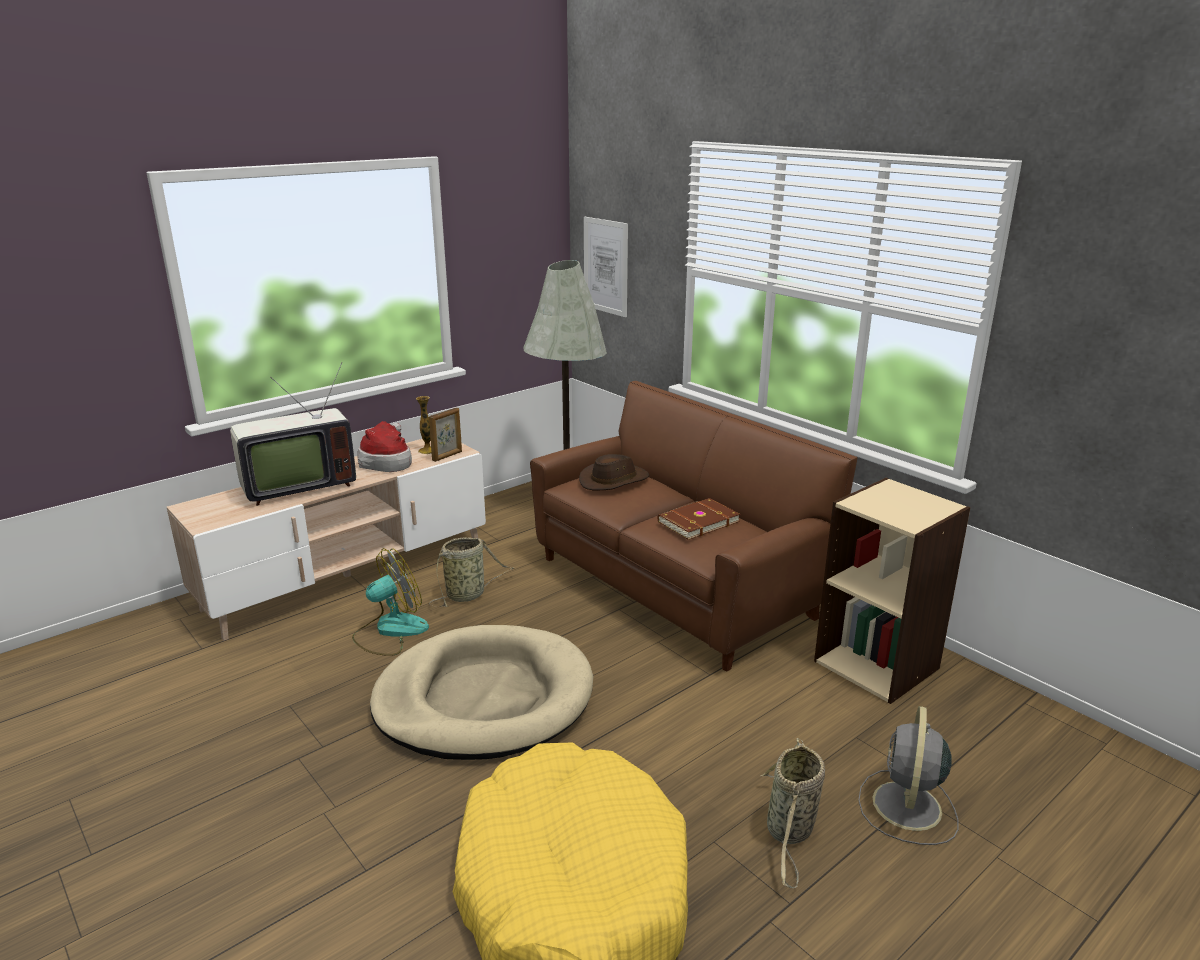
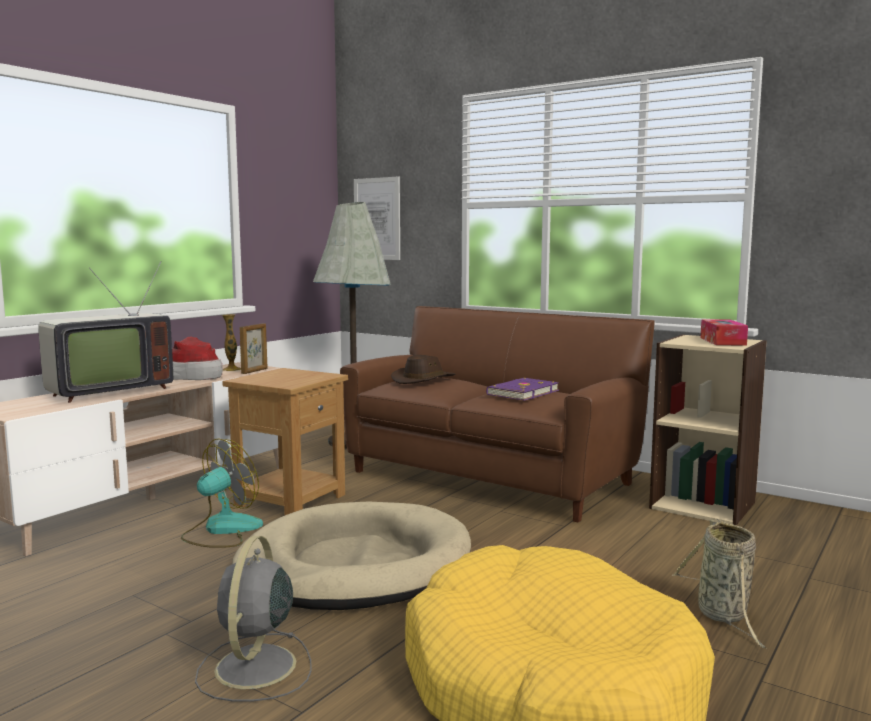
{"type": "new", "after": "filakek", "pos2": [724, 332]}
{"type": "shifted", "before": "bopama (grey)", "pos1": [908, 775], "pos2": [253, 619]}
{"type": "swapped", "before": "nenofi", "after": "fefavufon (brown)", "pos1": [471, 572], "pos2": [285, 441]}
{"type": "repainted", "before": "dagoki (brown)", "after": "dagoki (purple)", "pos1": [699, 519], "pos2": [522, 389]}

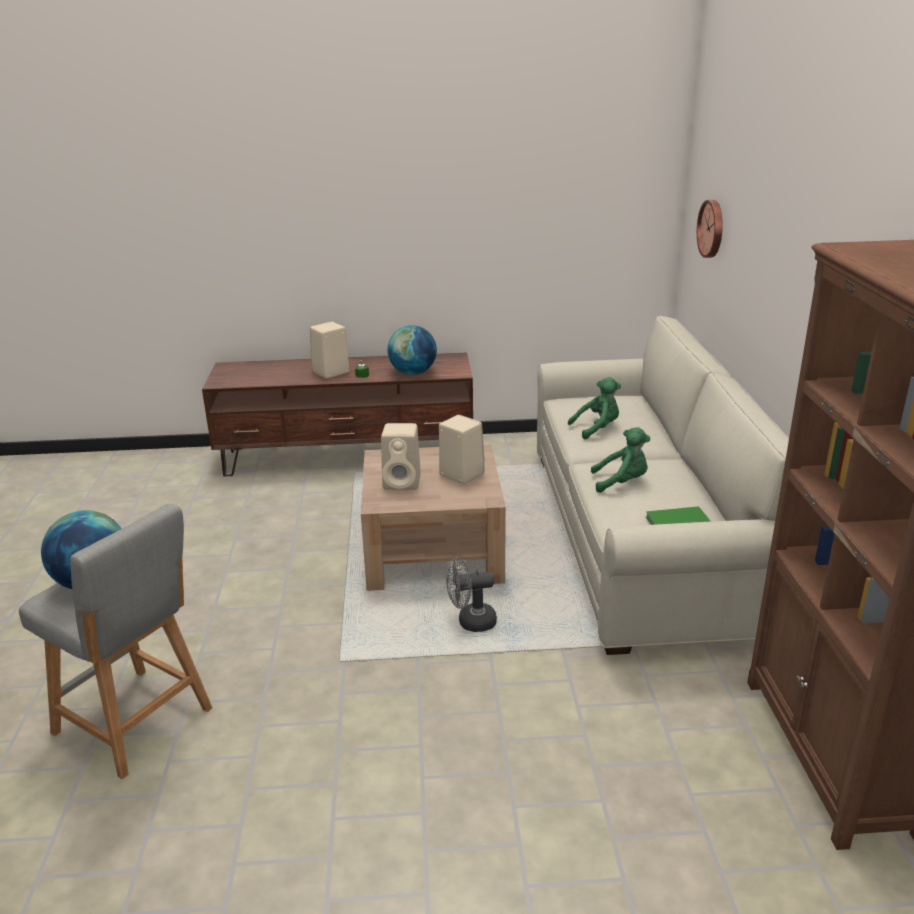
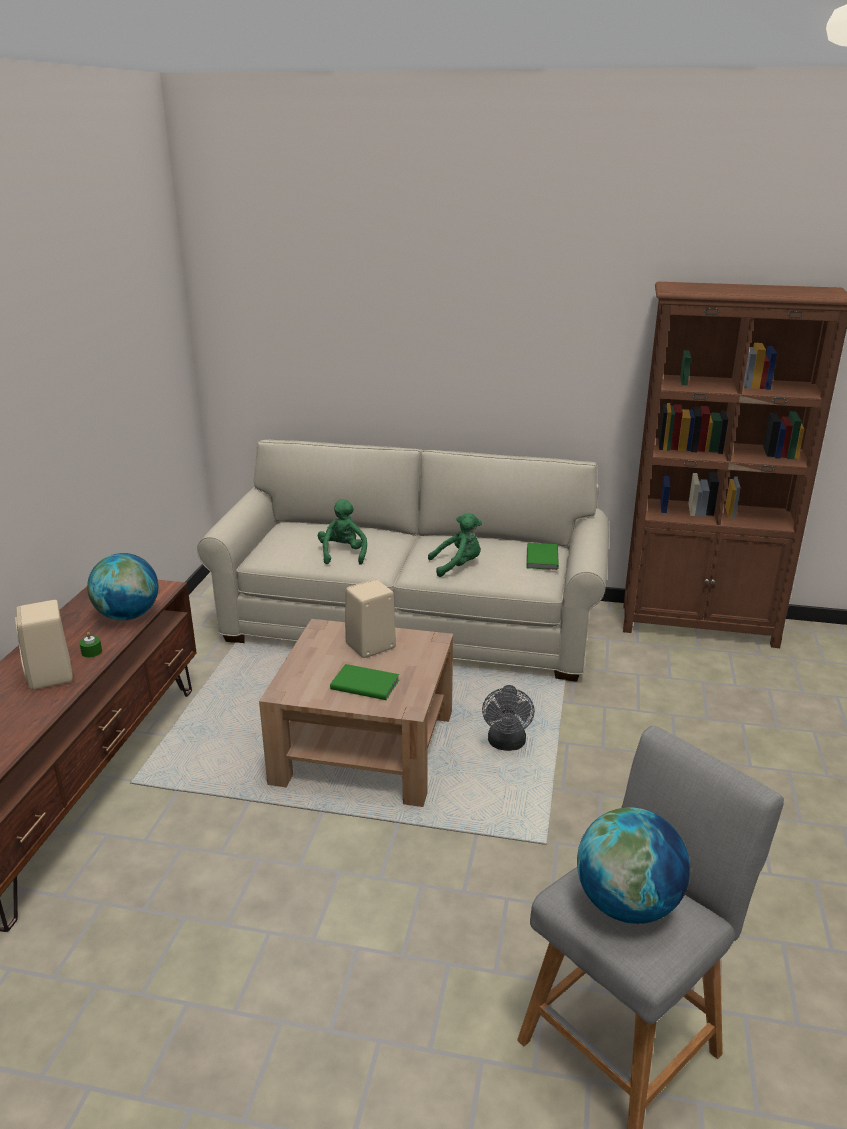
{"type": "gone", "before": "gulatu", "pos1": [710, 229]}
{"type": "swapped", "before": "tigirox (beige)", "after": "dagoki (green)", "pos1": [401, 456], "pos2": [364, 682]}
{"type": "rotated", "before": "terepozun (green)", "pos1": [620, 460], "pos2": [455, 545], "turn": 60}

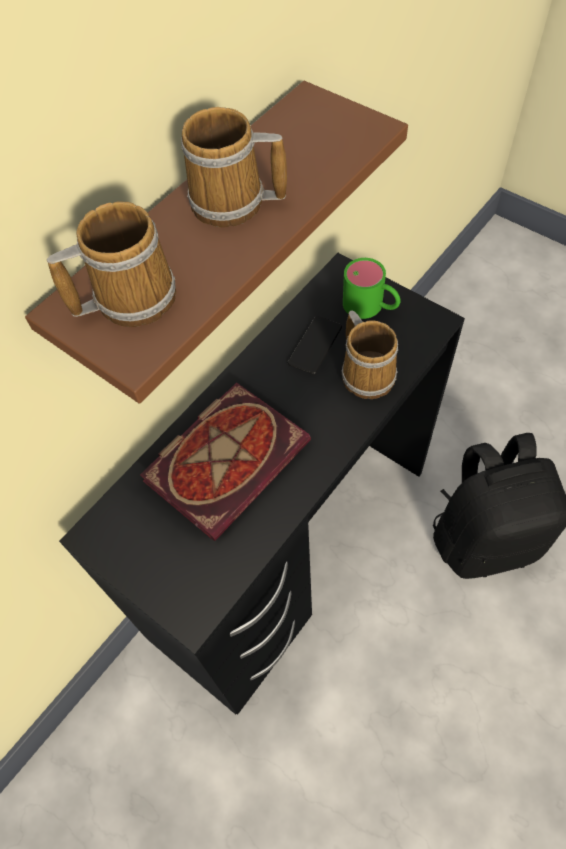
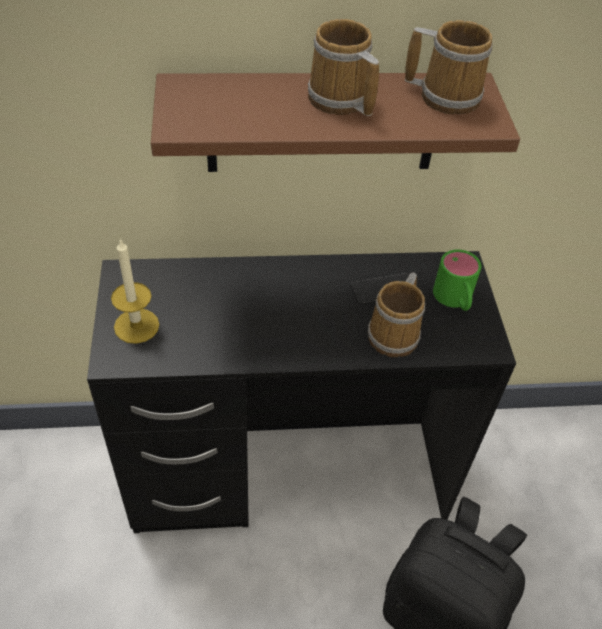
{"type": "gone", "before": "dagoki", "pos1": [225, 461]}
{"type": "new", "after": "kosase", "pos2": [135, 291]}
{"type": "shifted", "before": "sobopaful", "pos1": [111, 264], "pos2": [448, 67]}

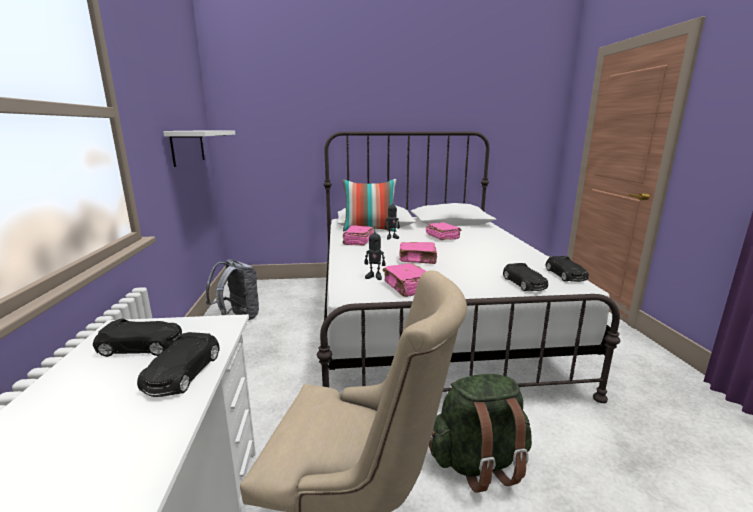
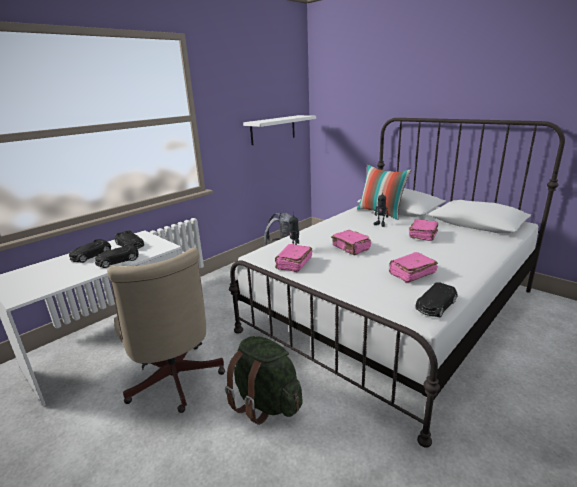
{"type": "shifted", "before": "dagoki (pink)", "pos1": [358, 235], "pos2": [413, 267]}
{"type": "shifted", "before": "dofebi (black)", "pos1": [525, 277], "pos2": [90, 251]}

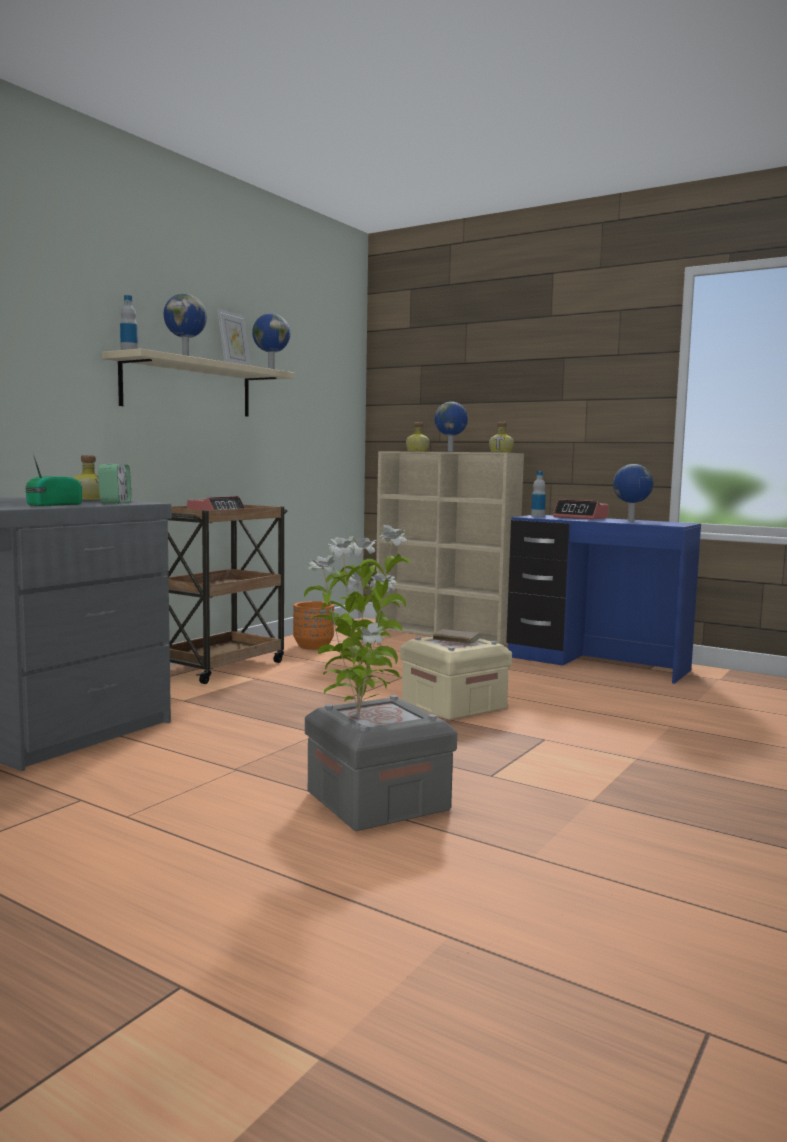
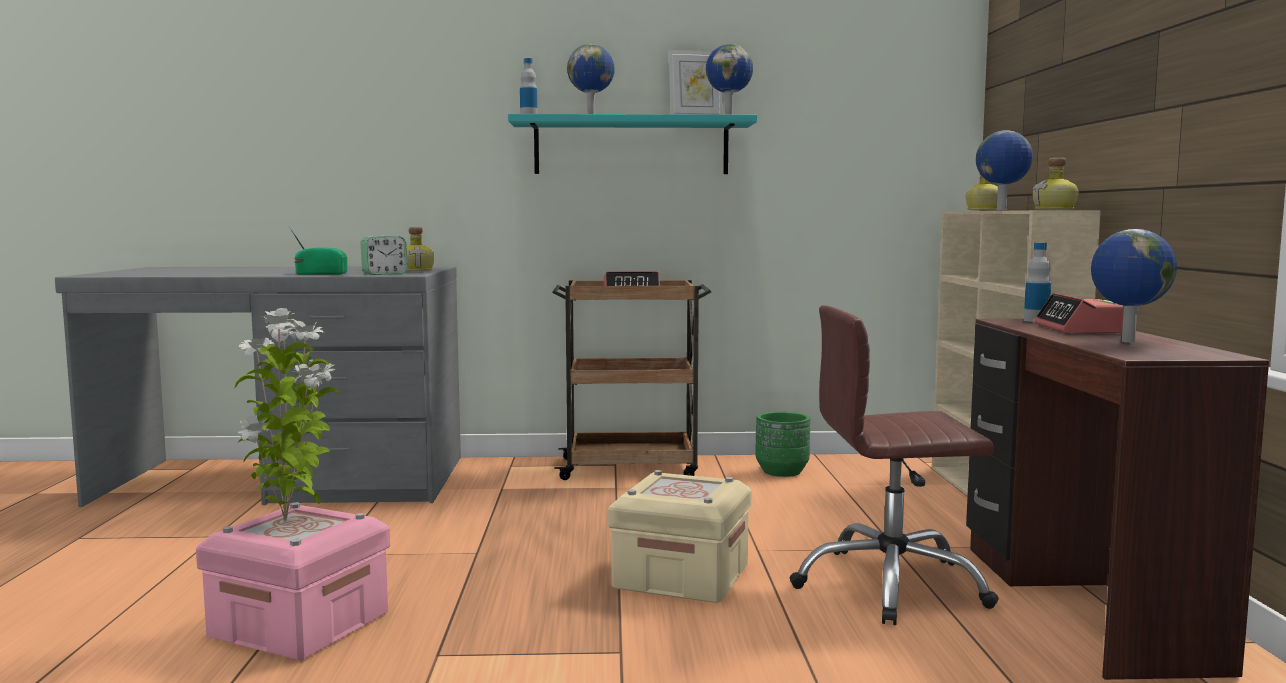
{"type": "gone", "before": "dagoki (brown)", "pos1": [456, 636]}
{"type": "new", "after": "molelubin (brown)", "pos2": [894, 465]}
{"type": "repainted", "before": "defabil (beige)", "after": "defabil (turquoise)", "pos1": [198, 382], "pos2": [632, 144]}
{"type": "repainted", "before": "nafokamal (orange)", "after": "nafokamal (green)", "pos1": [313, 625], "pos2": [782, 444]}
{"type": "repainted", "before": "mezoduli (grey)", "after": "mezoduli (pink)", "pos1": [381, 763], "pos2": [293, 581]}
{"type": "repainted", "before": "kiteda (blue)", "after": "kiteda (brown)", "pos1": [603, 599], "pos2": [1117, 500]}

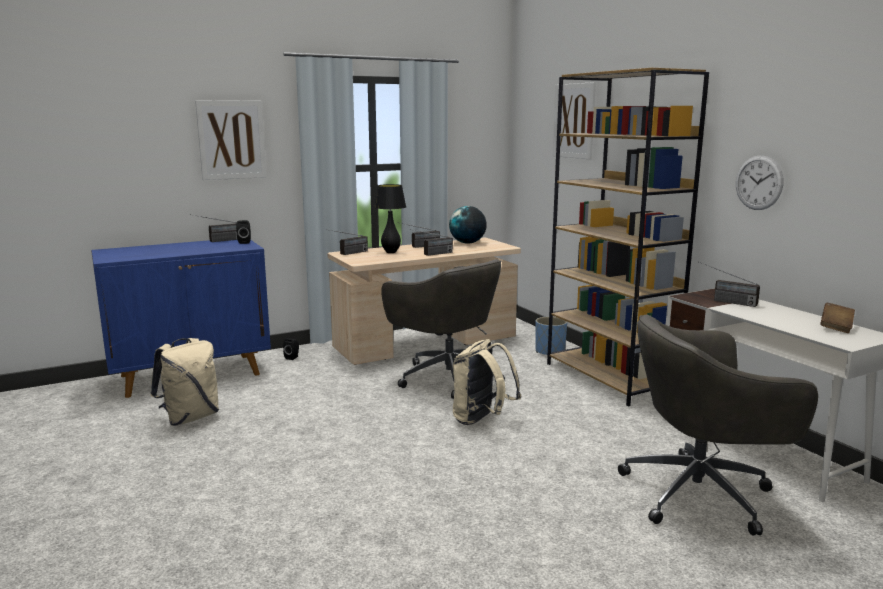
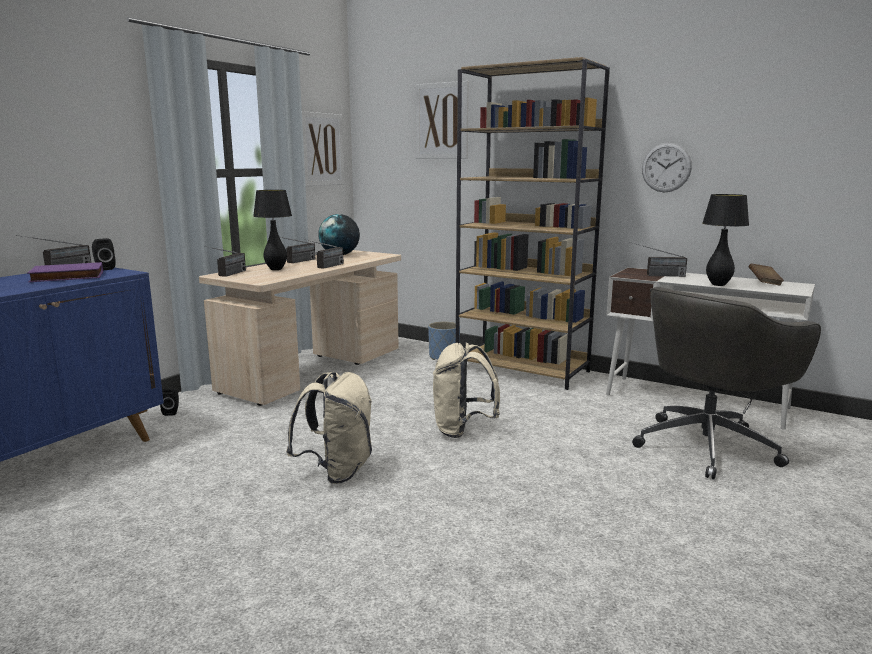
{"type": "gone", "before": "molelubin (grey)", "pos1": [443, 329]}
{"type": "new", "after": "dagoki (purple)", "pos2": [65, 272]}
{"type": "new", "after": "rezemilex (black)", "pos2": [725, 240]}
{"type": "shifted", "before": "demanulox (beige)", "pos1": [184, 382], "pos2": [329, 428]}
{"type": "shifted", "before": "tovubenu", "pos1": [230, 140], "pos2": [323, 148]}

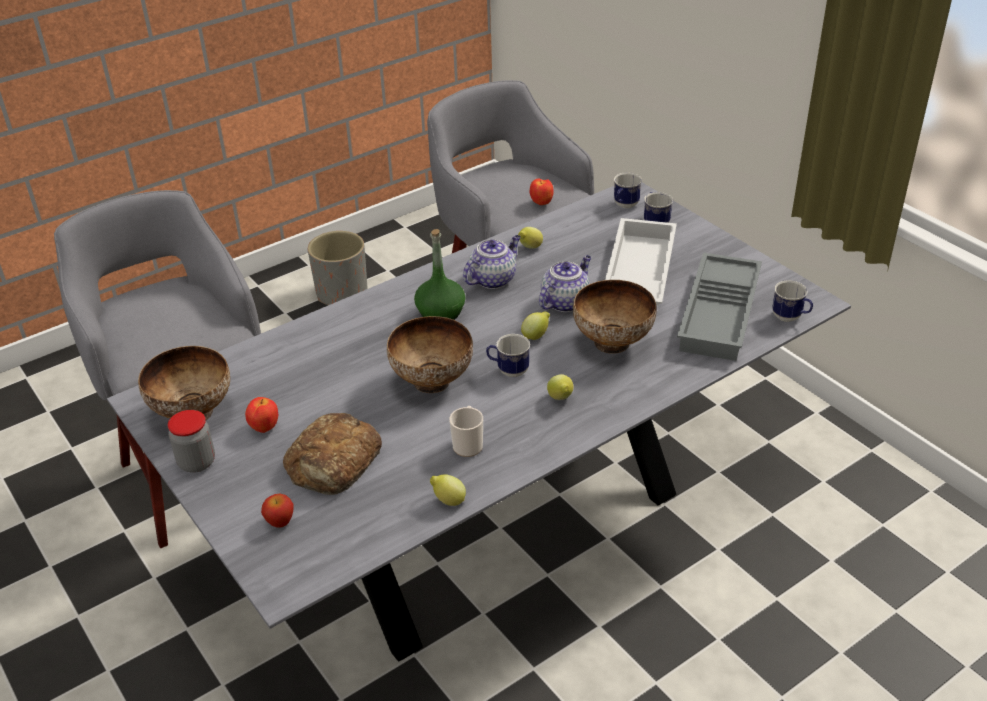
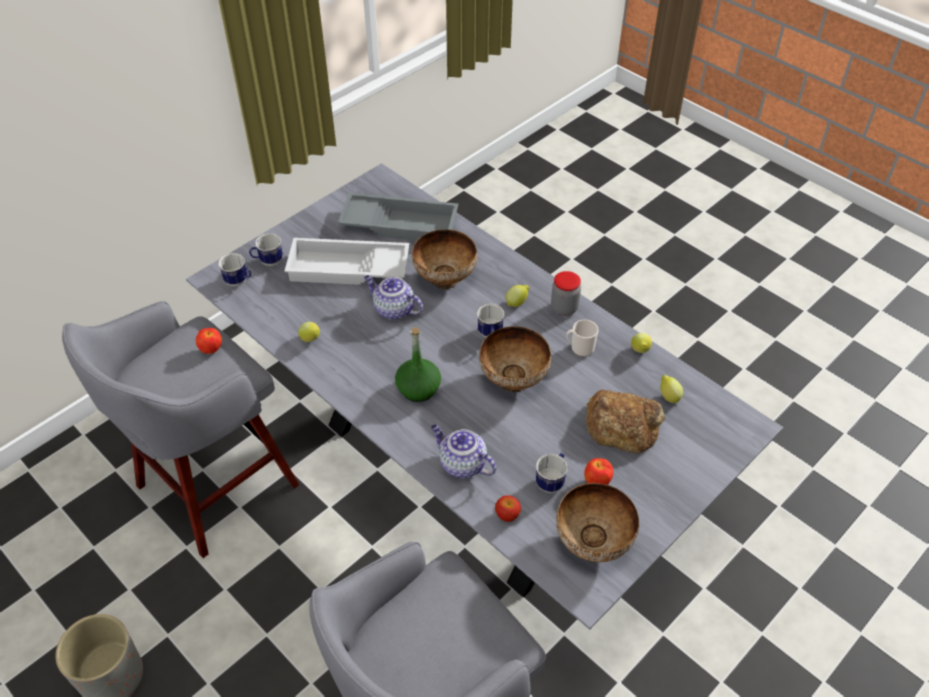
{"type": "shifted", "before": "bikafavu", "pos1": [191, 441], "pos2": [566, 293]}
{"type": "shifted", "before": "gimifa", "pos1": [277, 510], "pos2": [508, 508]}
{"type": "shifted", "before": "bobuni", "pos1": [492, 262], "pos2": [463, 451]}
{"type": "shifted", "before": "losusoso", "pos1": [535, 325], "pos2": [671, 389]}
{"type": "shifted", "before": "sobopaful", "pos1": [792, 301], "pos2": [551, 473]}

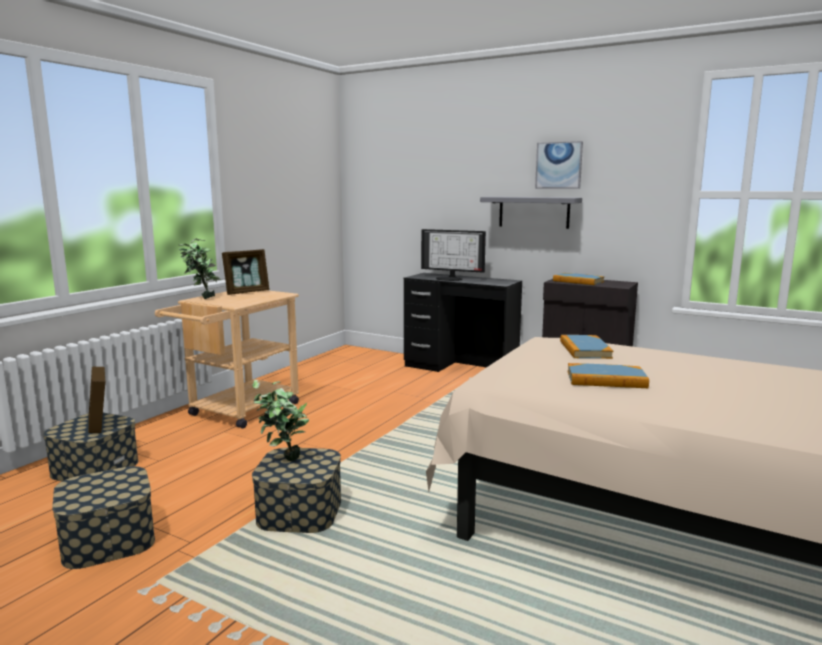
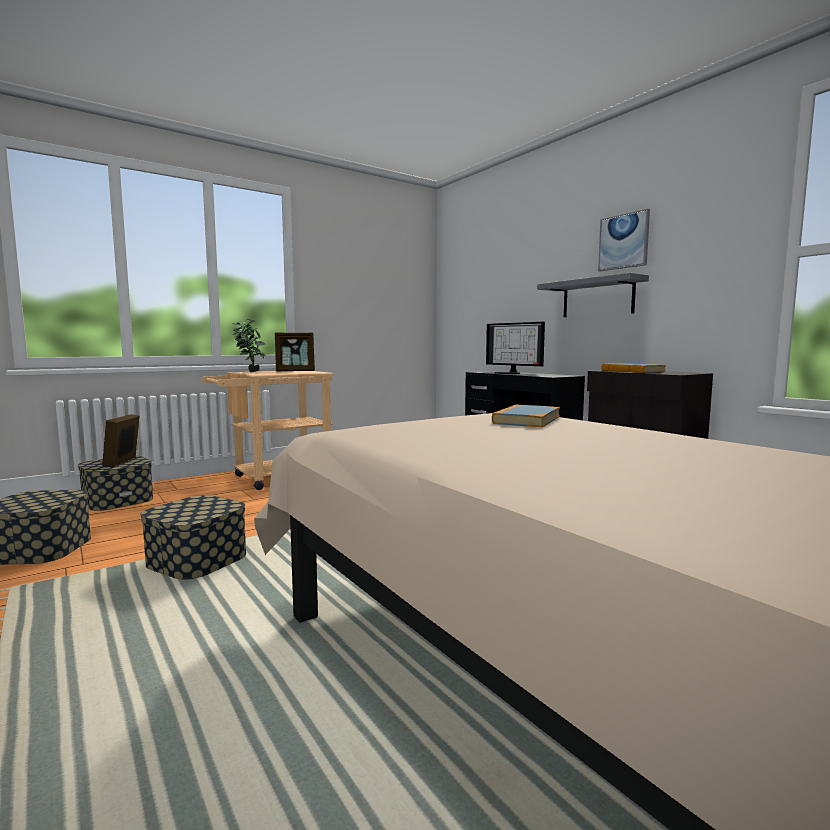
{"type": "gone", "before": "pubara", "pos1": [280, 420]}
{"type": "gone", "before": "dagoki", "pos1": [608, 375]}

